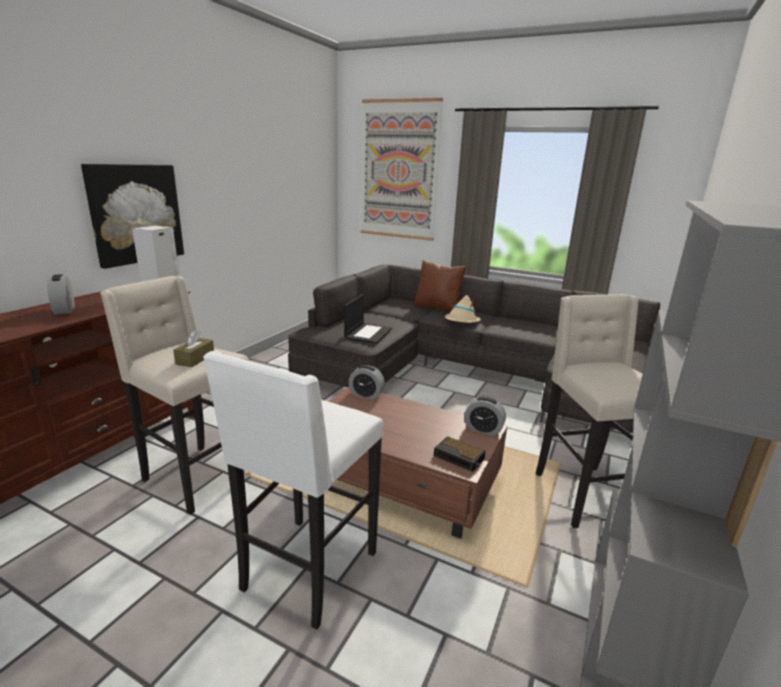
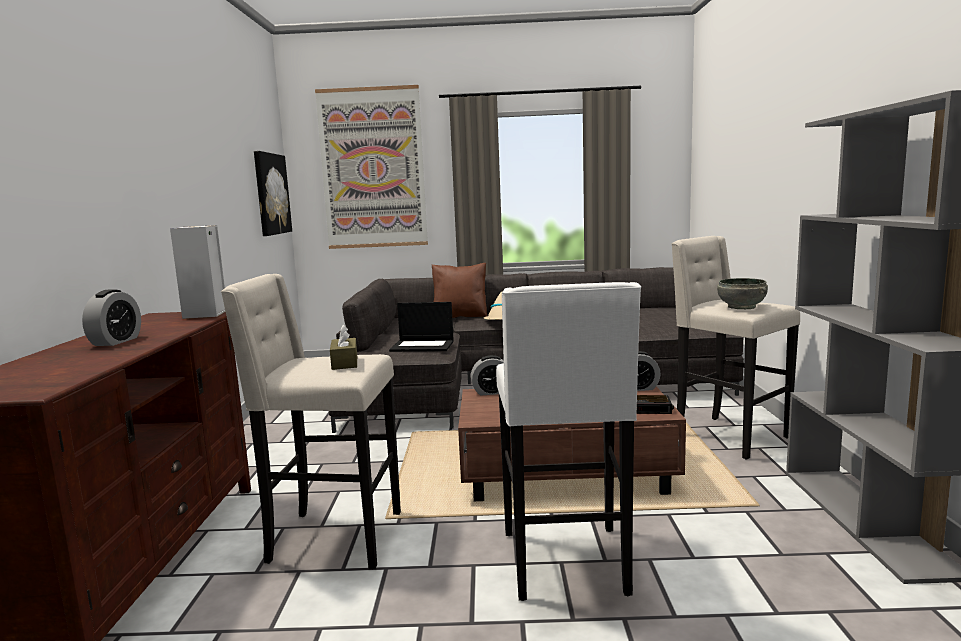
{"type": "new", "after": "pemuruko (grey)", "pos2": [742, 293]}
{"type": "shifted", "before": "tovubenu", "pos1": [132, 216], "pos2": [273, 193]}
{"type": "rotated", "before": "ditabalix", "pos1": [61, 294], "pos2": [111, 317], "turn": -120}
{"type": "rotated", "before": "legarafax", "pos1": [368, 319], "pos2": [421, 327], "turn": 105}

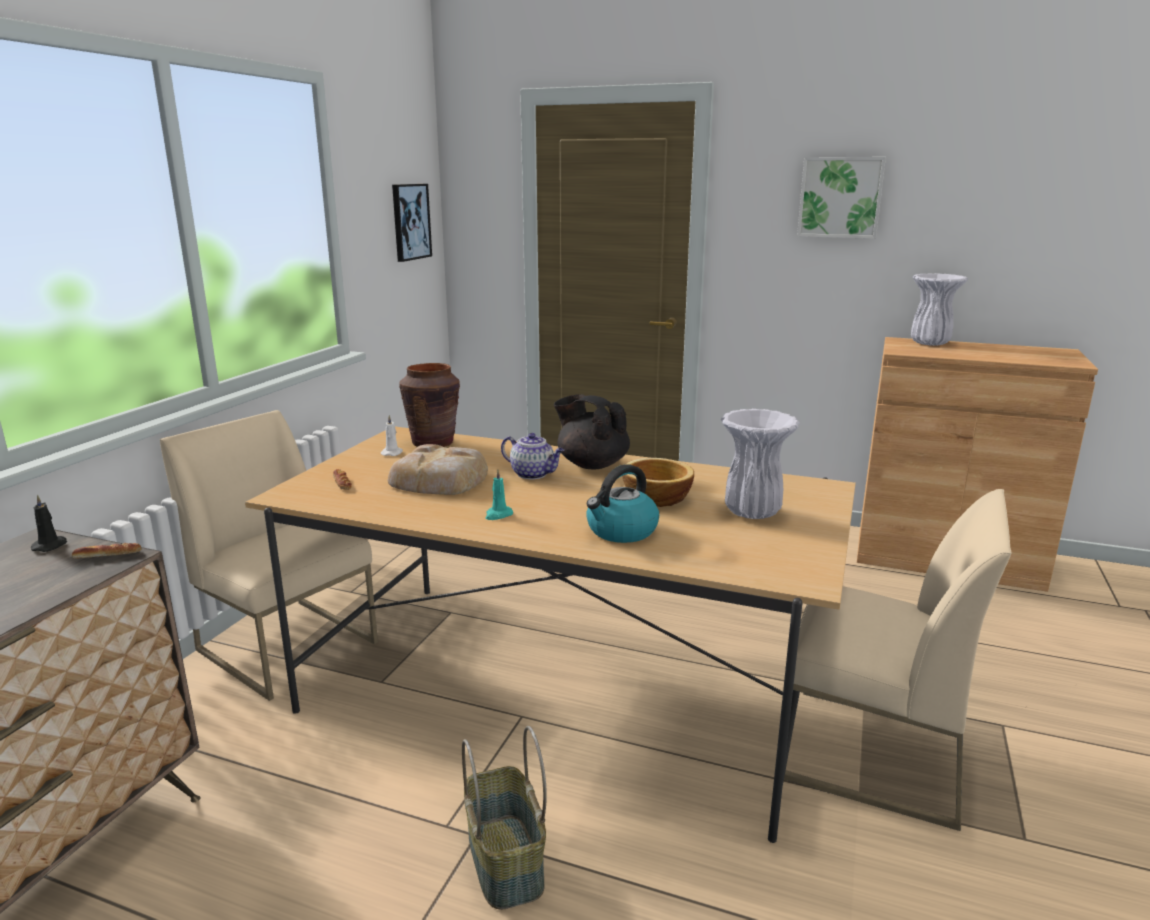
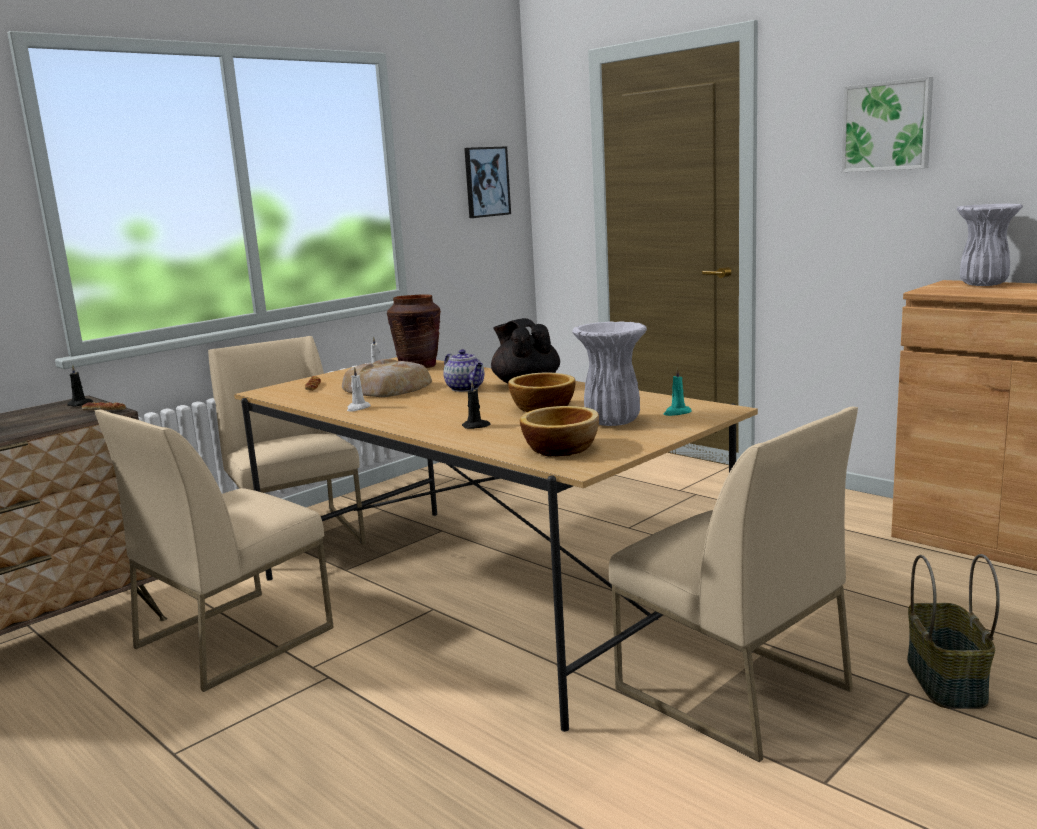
{"type": "new", "after": "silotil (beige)", "pos2": [214, 550]}
{"type": "new", "after": "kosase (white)", "pos2": [359, 389]}
{"type": "new", "after": "pemuruko", "pos2": [559, 431]}
{"type": "shifted", "before": "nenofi", "pos1": [504, 818], "pos2": [953, 631]}
{"type": "shifted", "before": "kosase (turquoise)", "pos1": [499, 494], "pos2": [678, 391]}
{"type": "swapped", "before": "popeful", "after": "kosase (black)", "pos1": [622, 503], "pos2": [476, 405]}

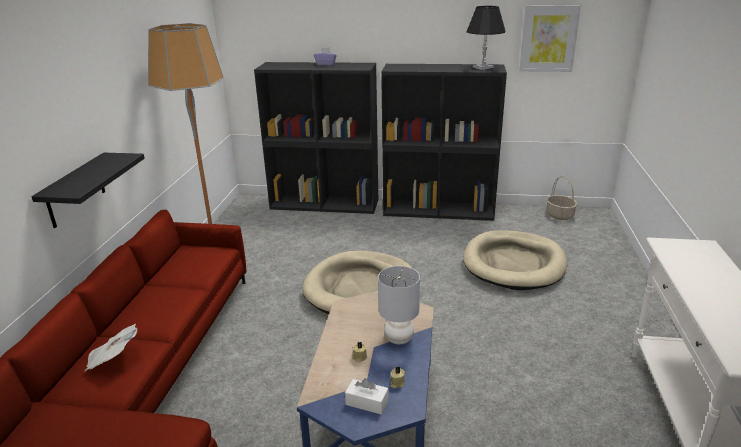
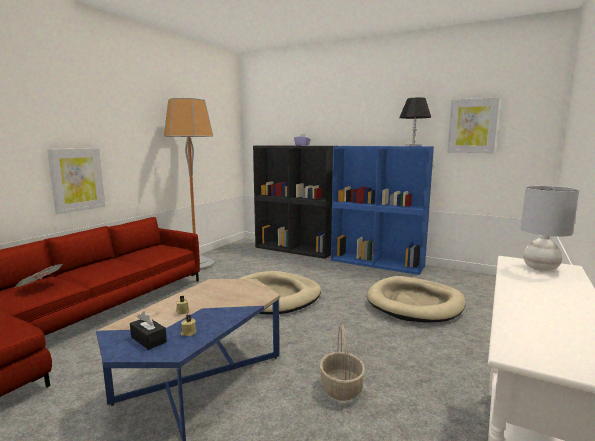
{"type": "shifted", "before": "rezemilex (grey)", "pos1": [399, 305], "pos2": [550, 228]}
{"type": "shifted", "before": "nenofi", "pos1": [561, 198], "pos2": [342, 363]}
{"type": "swapped", "before": "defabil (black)", "after": "tovubenu", "pos1": [88, 190], "pos2": [76, 181]}
{"type": "repainted", "before": "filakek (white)", "after": "filakek (black)", "pos1": [367, 396], "pos2": [148, 330]}
{"type": "repainted", "before": "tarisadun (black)", "after": "tarisadun (blue)", "pos1": [444, 142], "pos2": [382, 210]}

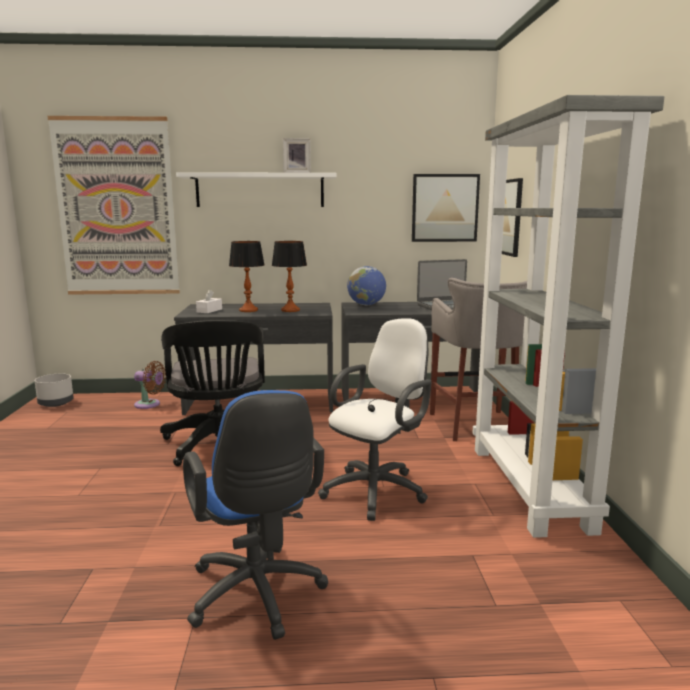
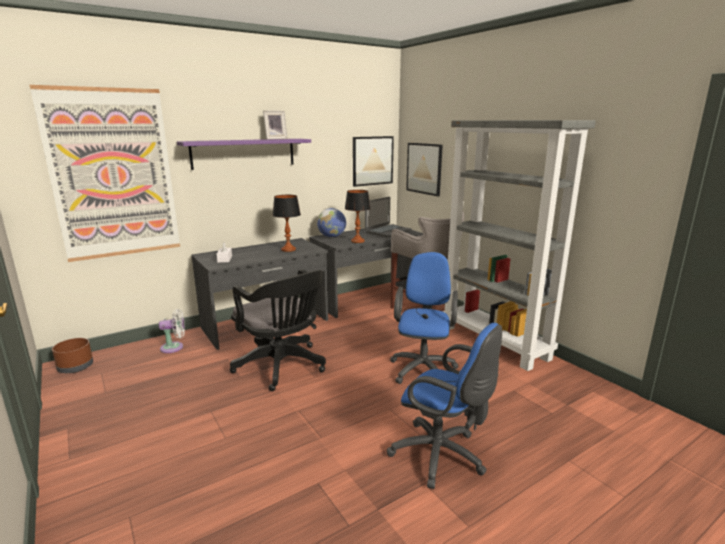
{"type": "shifted", "before": "rezemilex", "pos1": [246, 276], "pos2": [358, 216]}
{"type": "repainted", "before": "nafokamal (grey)", "after": "nafokamal (brown)", "pos1": [54, 390], "pos2": [72, 355]}
{"type": "repainted", "before": "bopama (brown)", "after": "bopama (white)", "pos1": [150, 385], "pos2": [172, 331]}
{"type": "repainted", "before": "defabil (white)", "after": "defabil (purple)", "pos1": [256, 189], "pos2": [244, 154]}
{"type": "repainted", "before": "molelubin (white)", "after": "molelubin (blue)", "pos1": [374, 419], "pos2": [424, 318]}

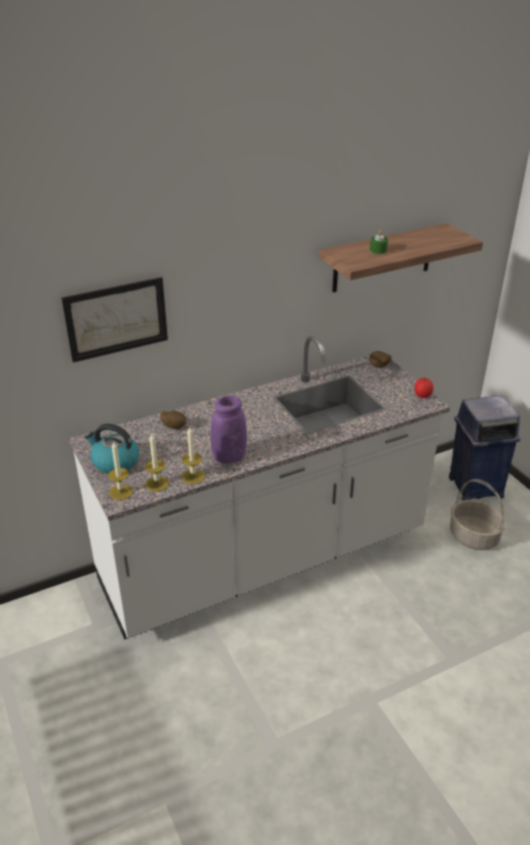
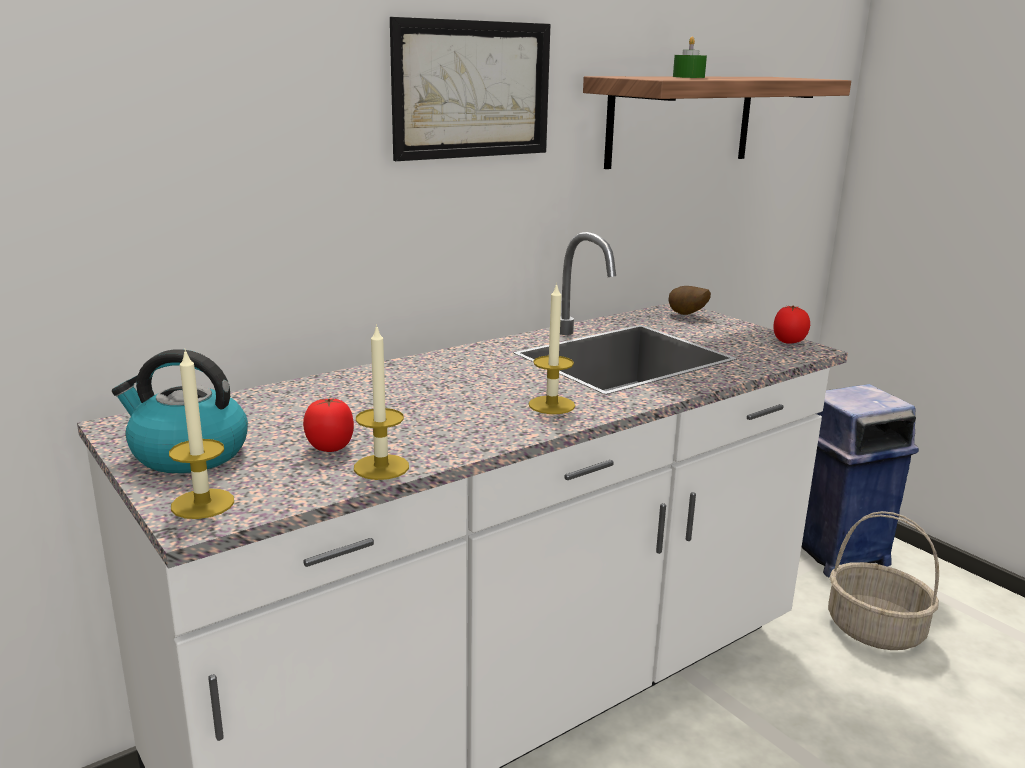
{"type": "gone", "before": "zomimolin", "pos1": [173, 420]}
{"type": "gone", "before": "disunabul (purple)", "pos1": [229, 430]}
{"type": "new", "after": "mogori", "pos2": [328, 425]}
{"type": "shifted", "before": "tovubenu", "pos1": [115, 320], "pos2": [470, 89]}
{"type": "shifted", "before": "kosase", "pos1": [157, 463], "pos2": [552, 348]}

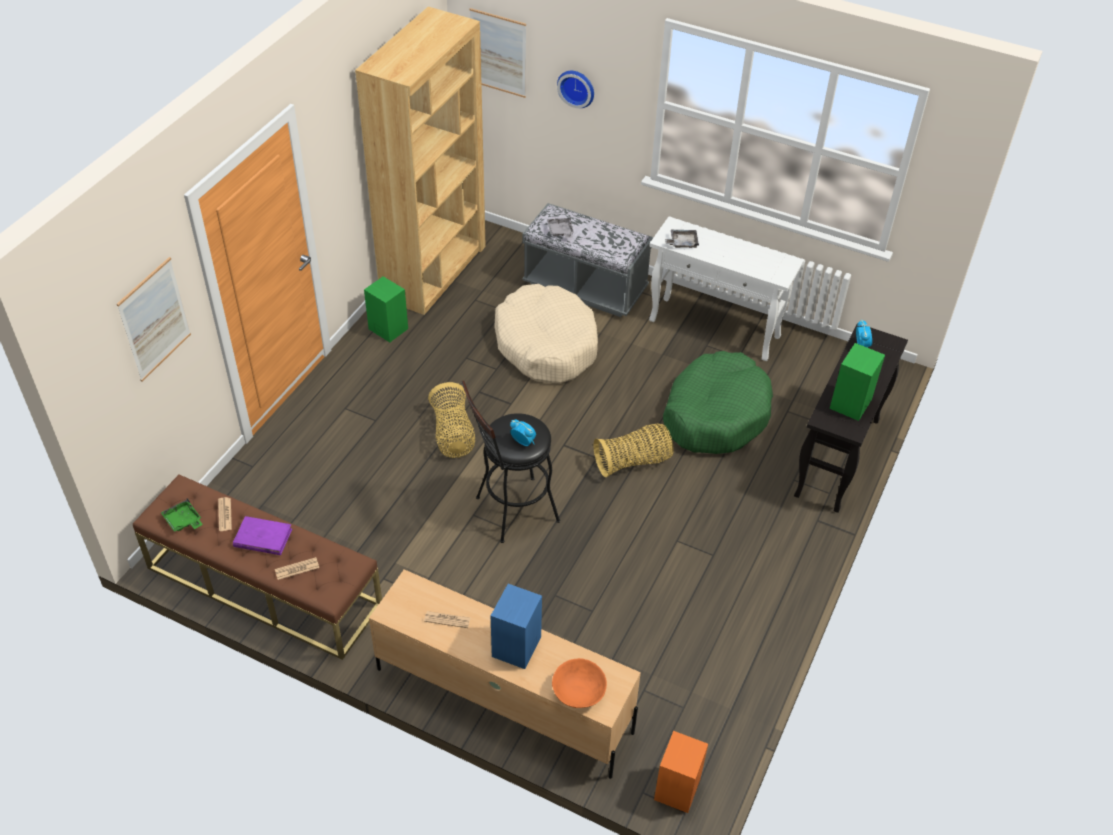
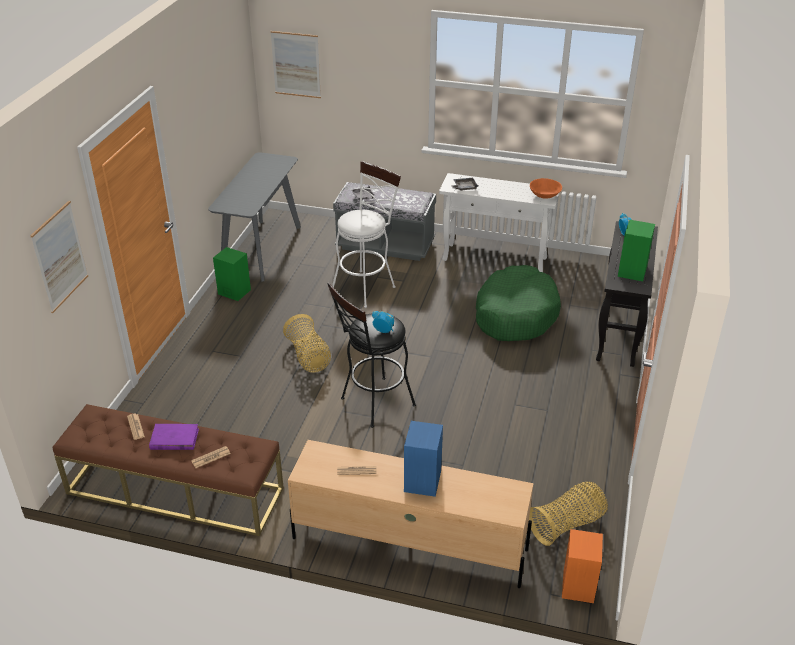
{"type": "gone", "before": "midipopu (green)", "pos1": [182, 515]}
{"type": "gone", "before": "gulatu", "pos1": [575, 89]}
{"type": "shifted", "before": "pemuruko (orange)", "pos1": [579, 683], "pos2": [546, 188]}
{"type": "shifted", "before": "nenofi", "pos1": [633, 451], "pos2": [568, 514]}
{"type": "swapped", "before": "tarisadun (brown)", "after": "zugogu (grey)", "pos1": [420, 161], "pos2": [254, 217]}
{"type": "swapped", "before": "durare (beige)", "after": "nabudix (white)", "pos1": [546, 333], "pos2": [366, 234]}

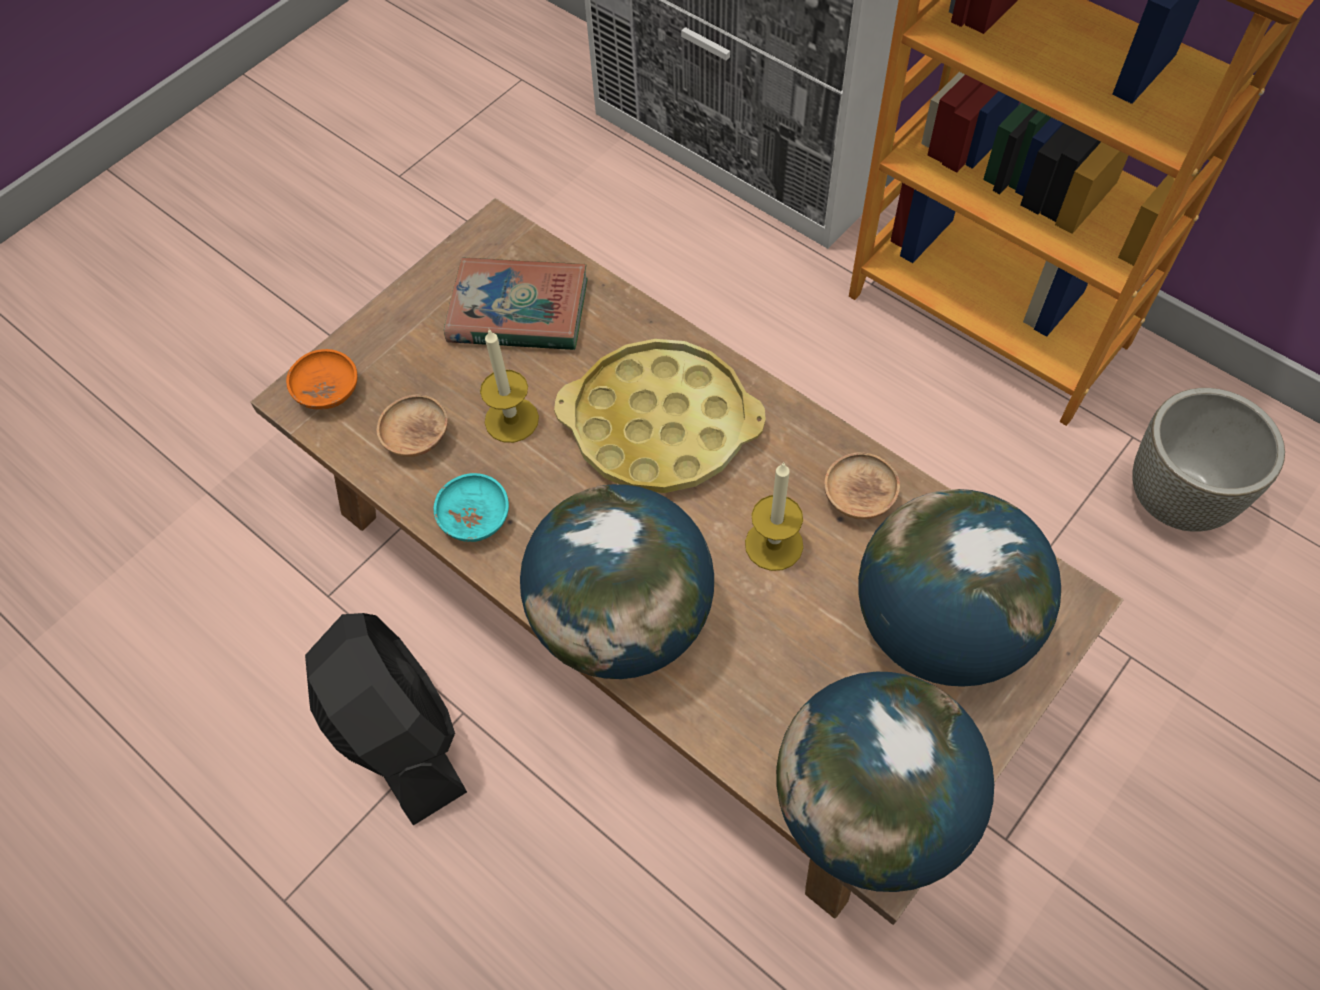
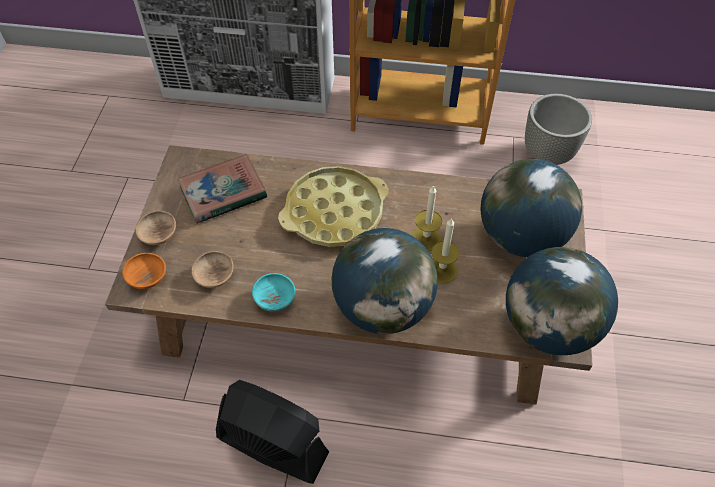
{"type": "shifted", "before": "kosase", "pos1": [509, 385], "pos2": [445, 250]}
{"type": "shifted", "before": "pemuruko (brown)", "pos1": [862, 485], "pos2": [155, 228]}

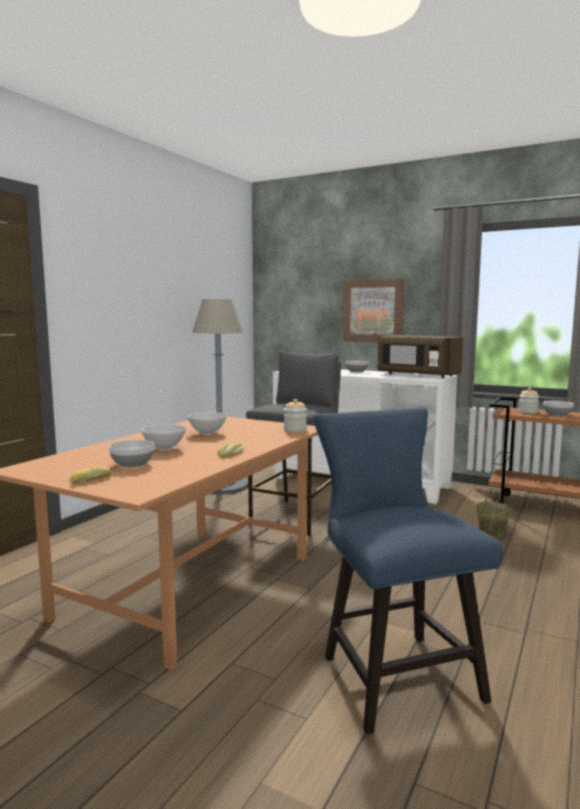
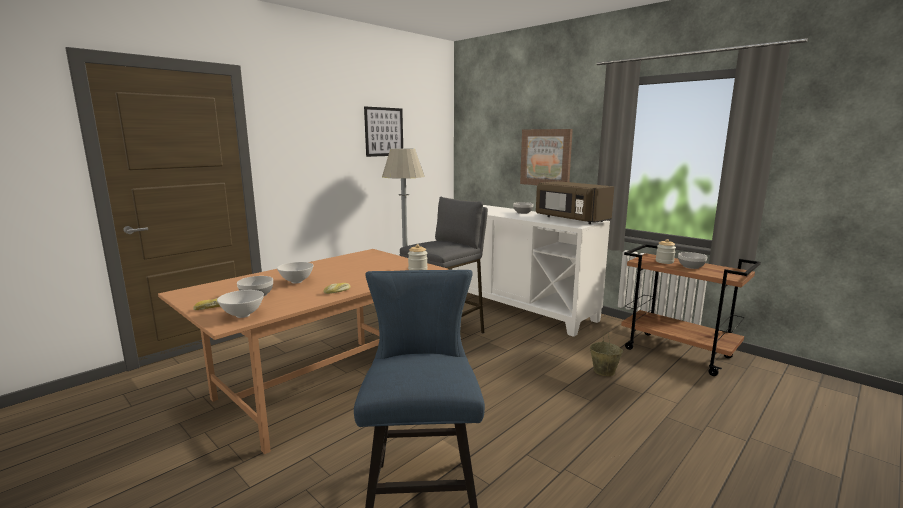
{"type": "new", "after": "tovubenu", "pos2": [383, 131]}
{"type": "shifted", "before": "pemuruko (white)", "pos1": [207, 423], "pos2": [240, 304]}

